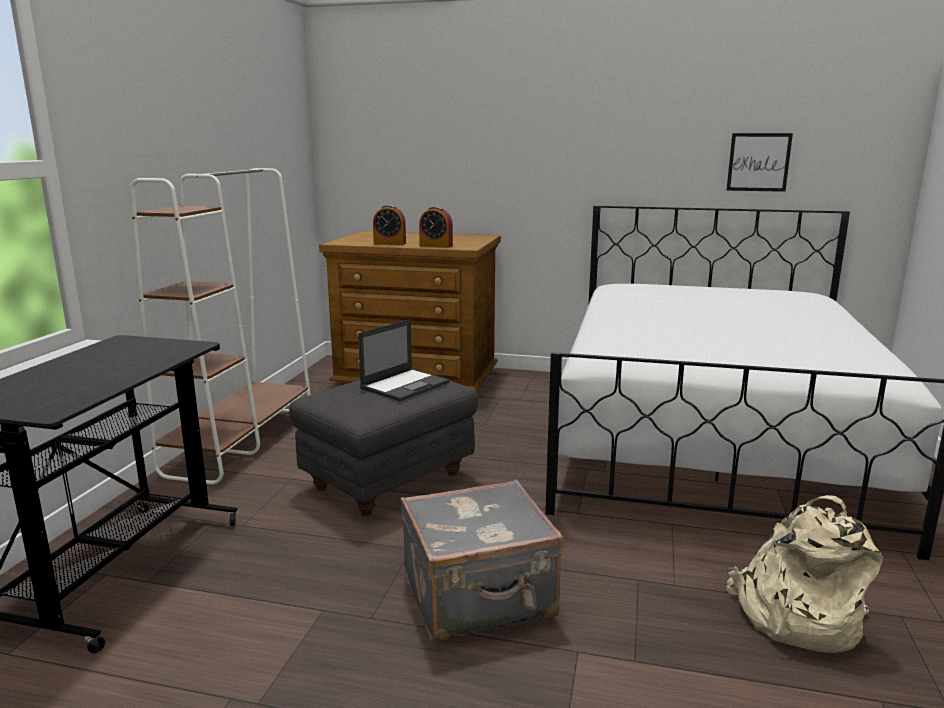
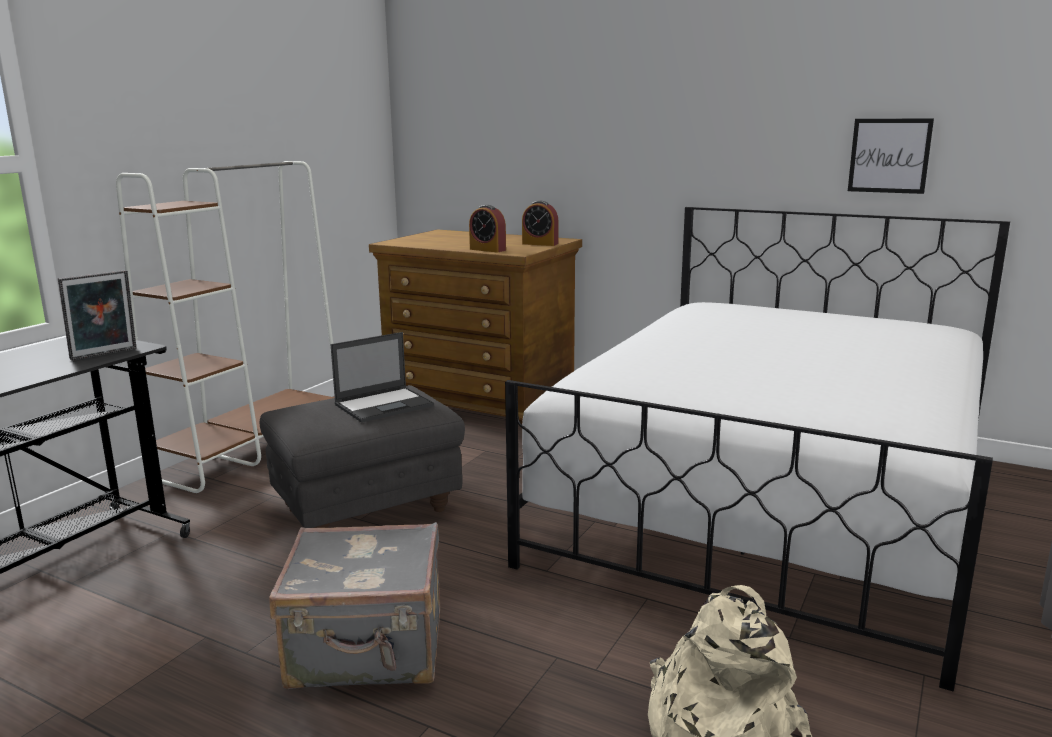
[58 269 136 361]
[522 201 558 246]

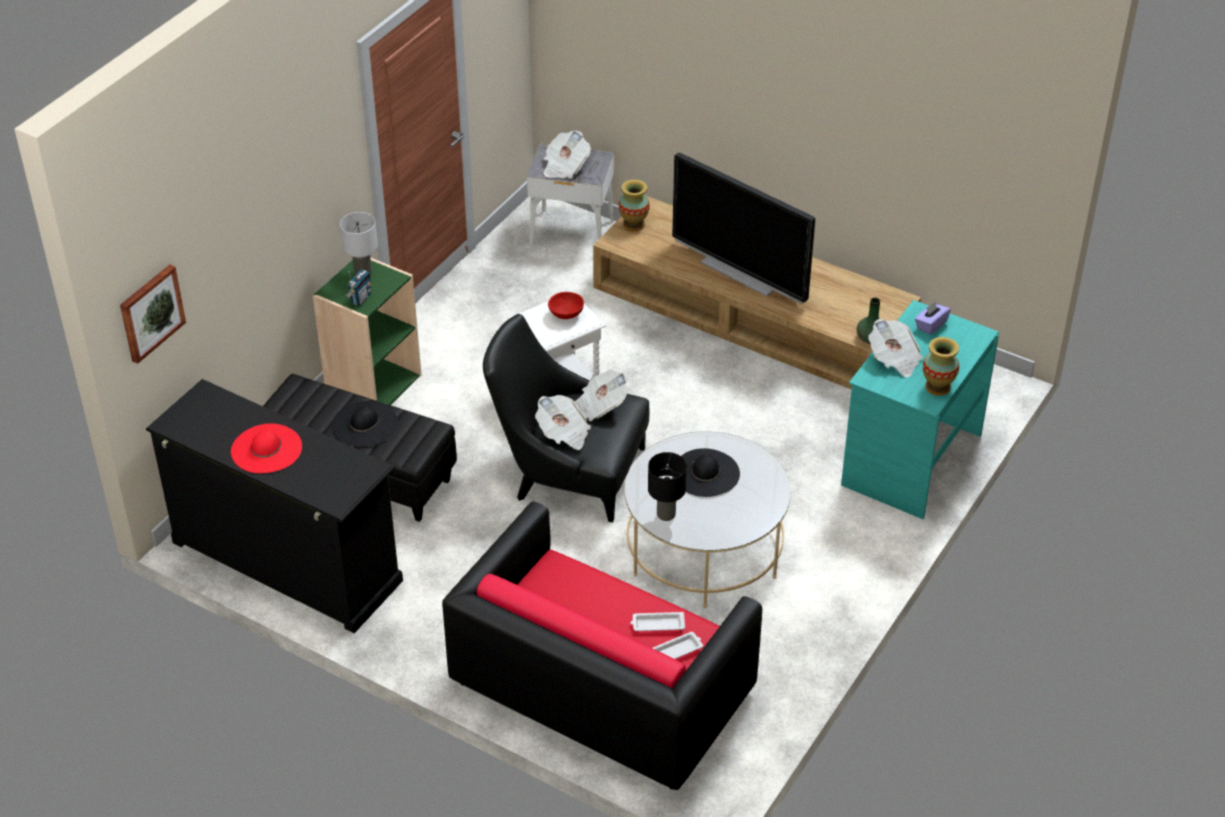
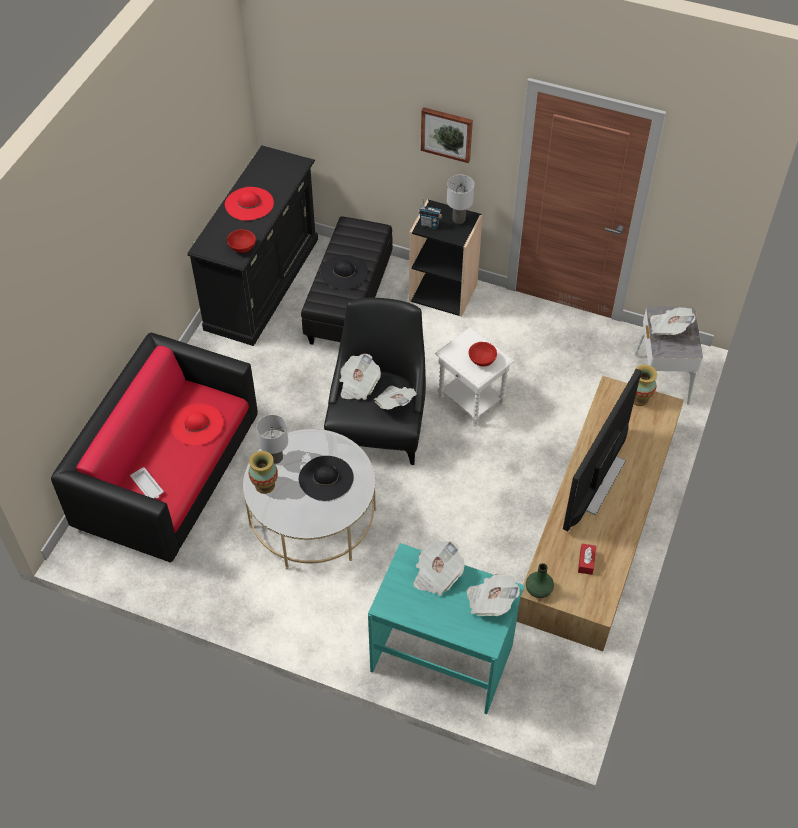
[631 612 685 631] (first image)
[171 403 224 446]
[227 229 256 253]
[578 544 596 575]
[421 107 473 163]
[249 451 278 494]
[467 573 520 616]
[409 199 483 317]
[256 415 288 464]

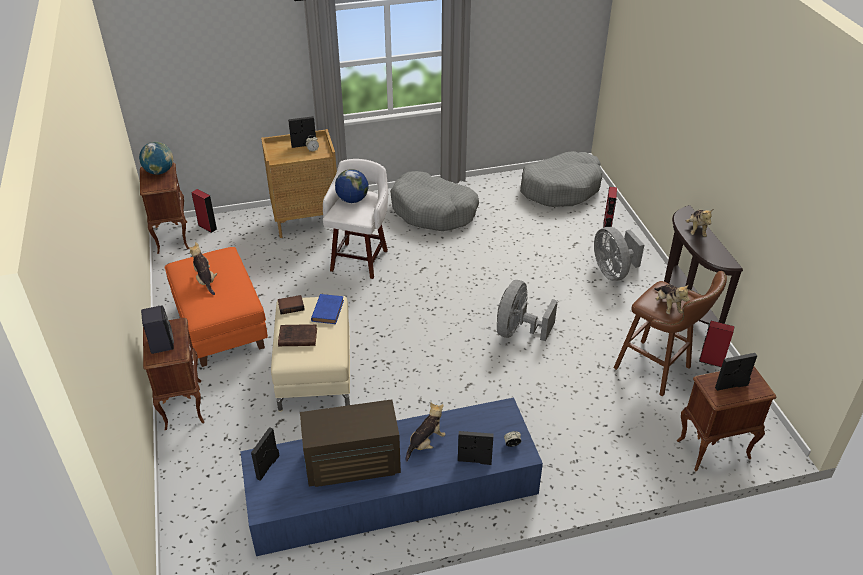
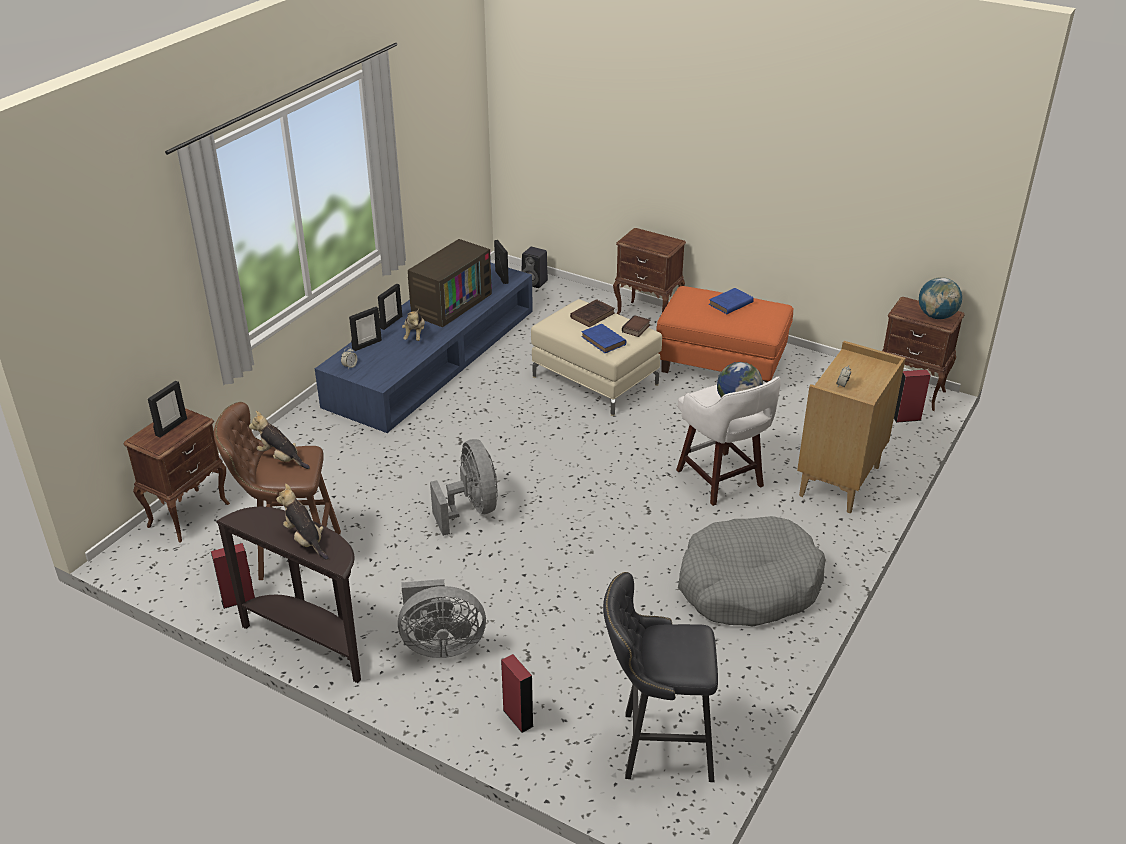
[522 247 548 288]
[378 284 402 330]
[709 288 754 314]
[603 572 718 782]
[398 579 486 658]

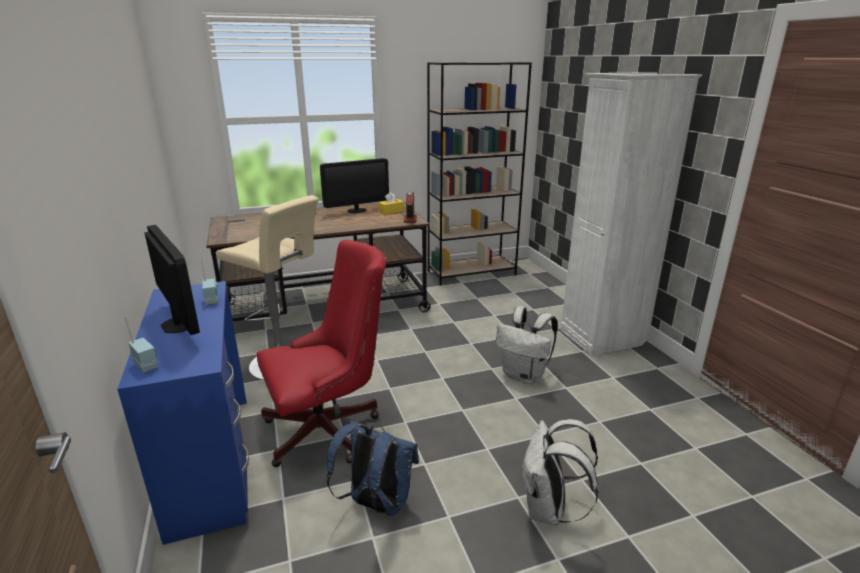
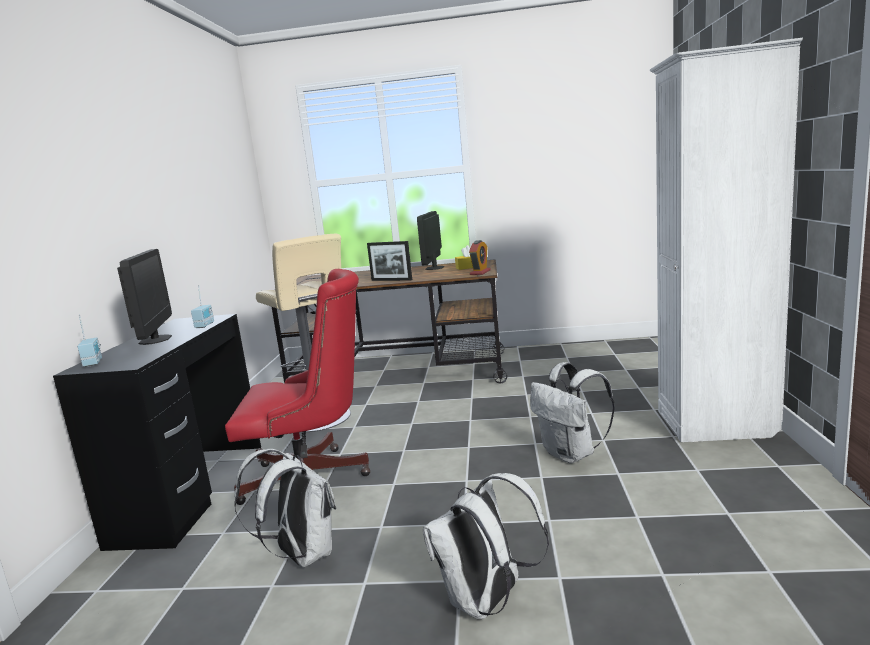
[427 62 532 285] (first image)
[367 241 412 281]
[53 314 261 551]
[234 449 336 567]
[417 211 444 270]

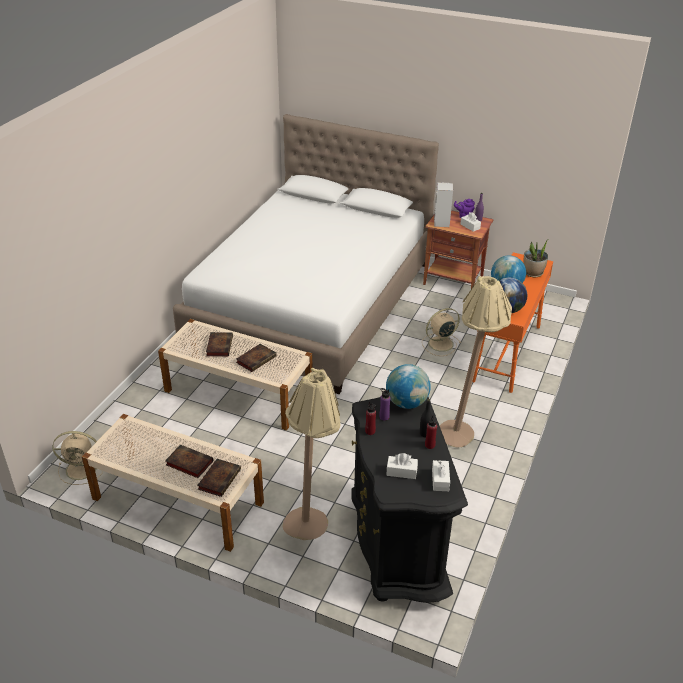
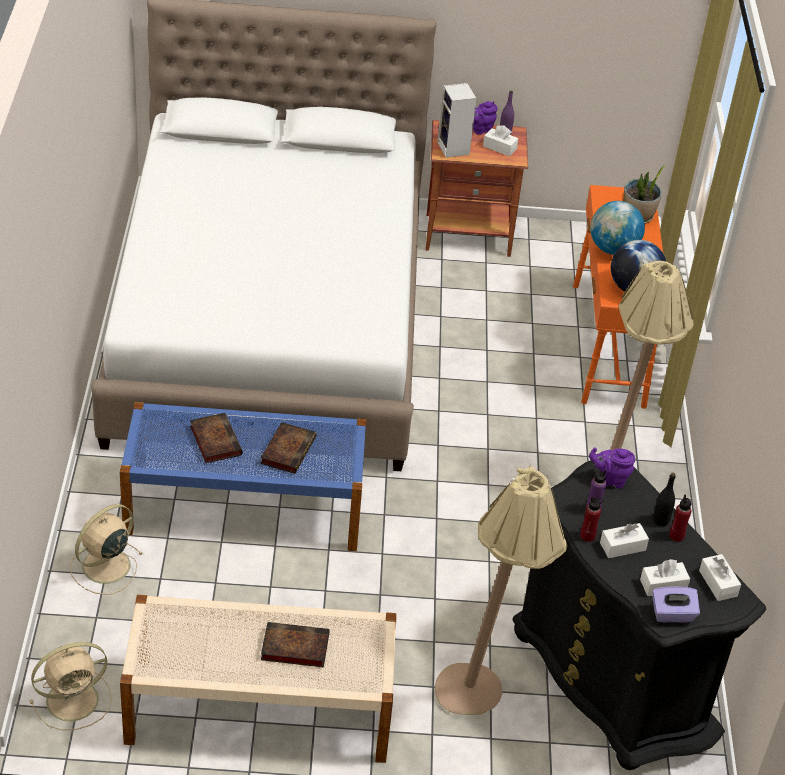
[197 459 241 497] (first image)
[600 523 649 558]
[652 586 700 622]
[70 504 143 595]
[589 447 635 489]
[120 402 367 551]

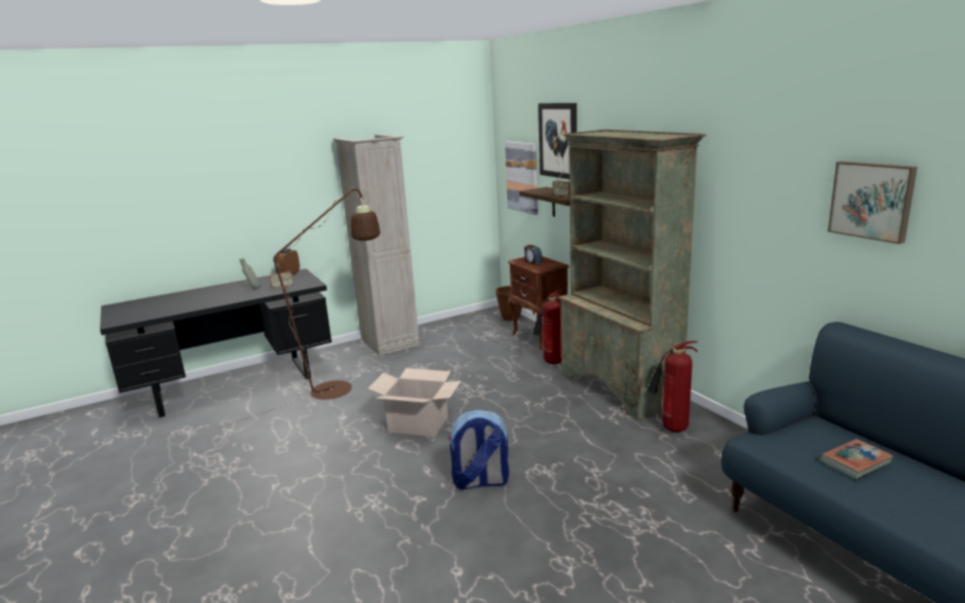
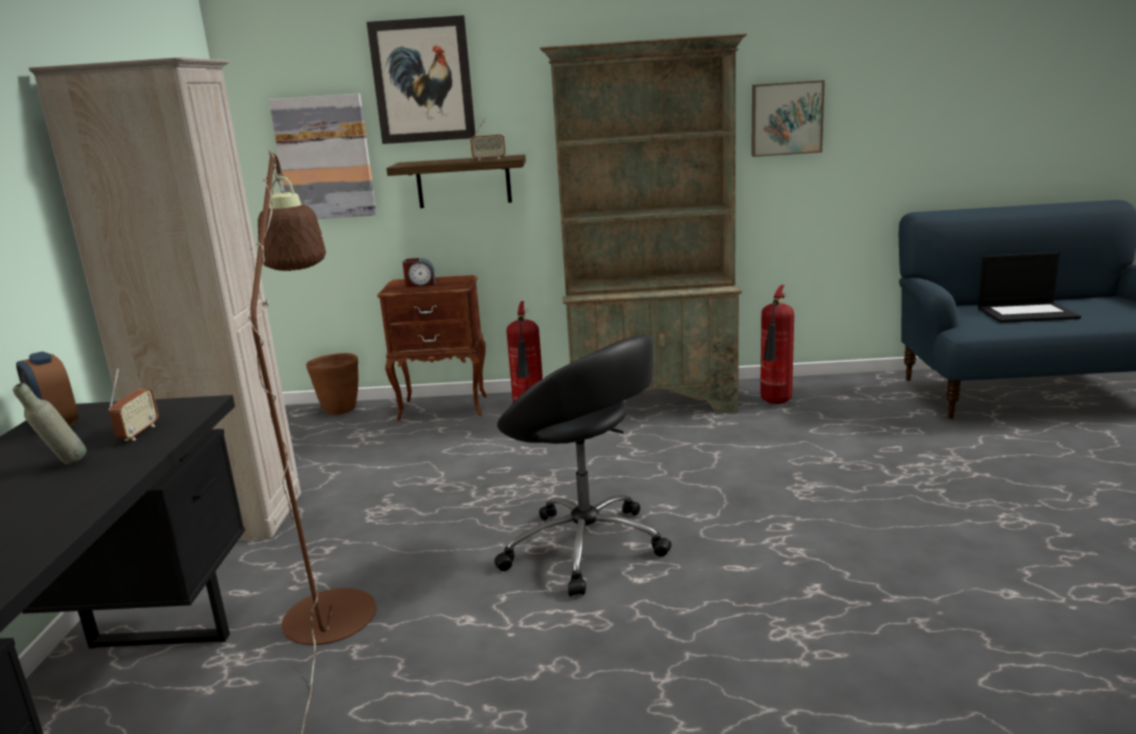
[448 410 509 490] (first image)
[751 80 825 157]
[495 335 672 596]
[978 252 1081 323]

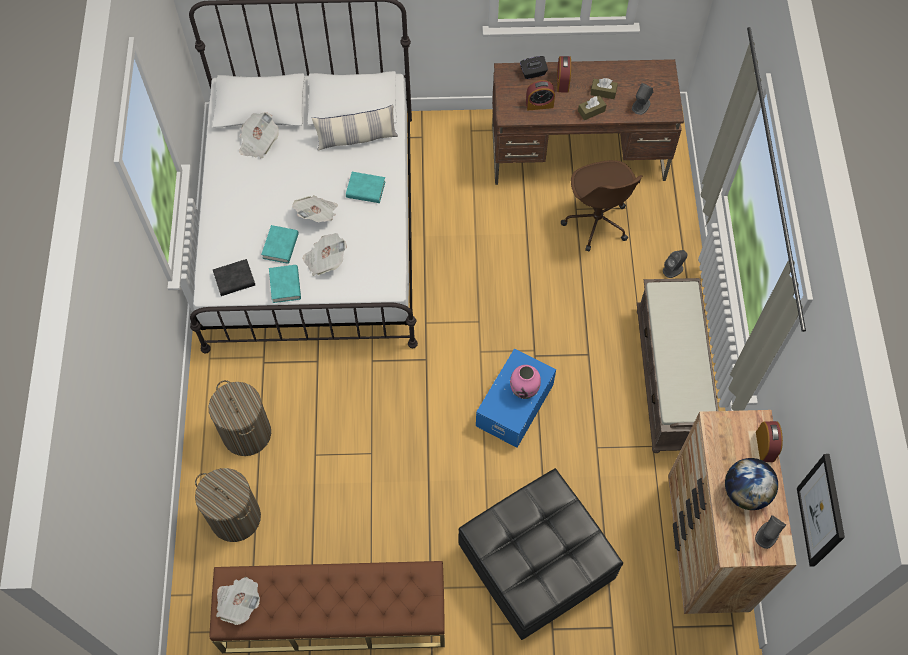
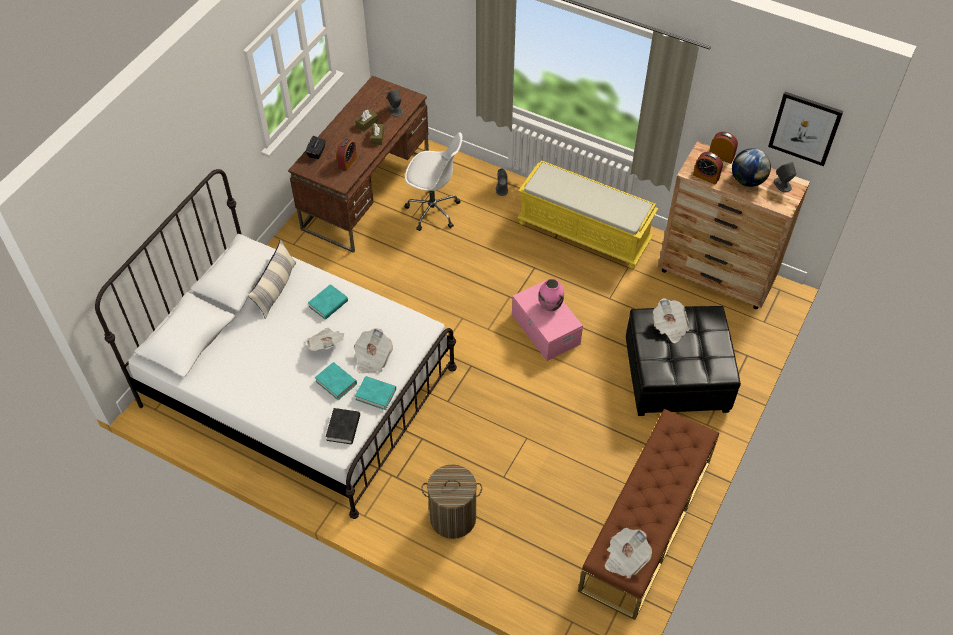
[195 468 261 542] (first image)
[653 298 690 343]
[693 152 723 184]
[512 280 583 361]
[404 132 463 231]
[517 160 658 269]

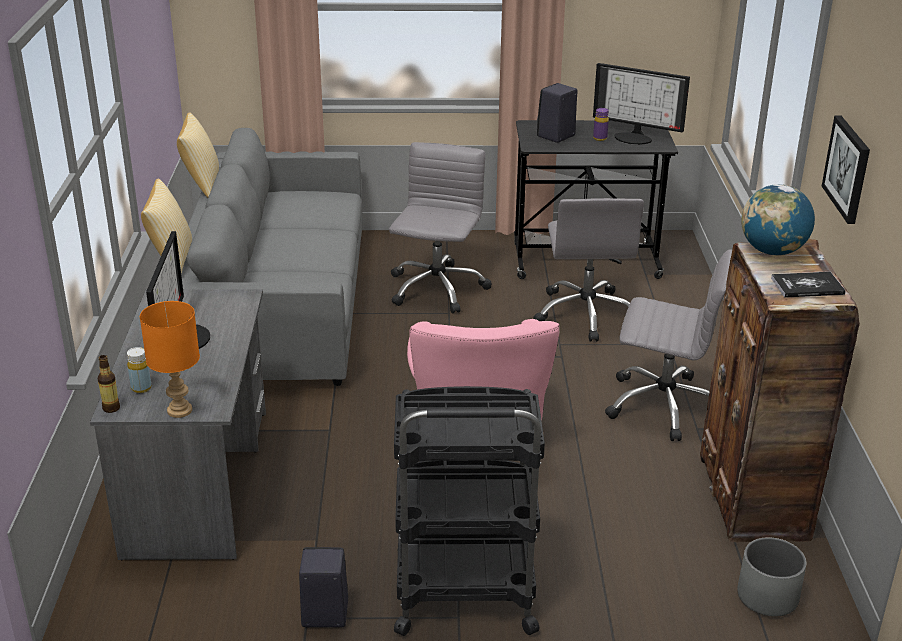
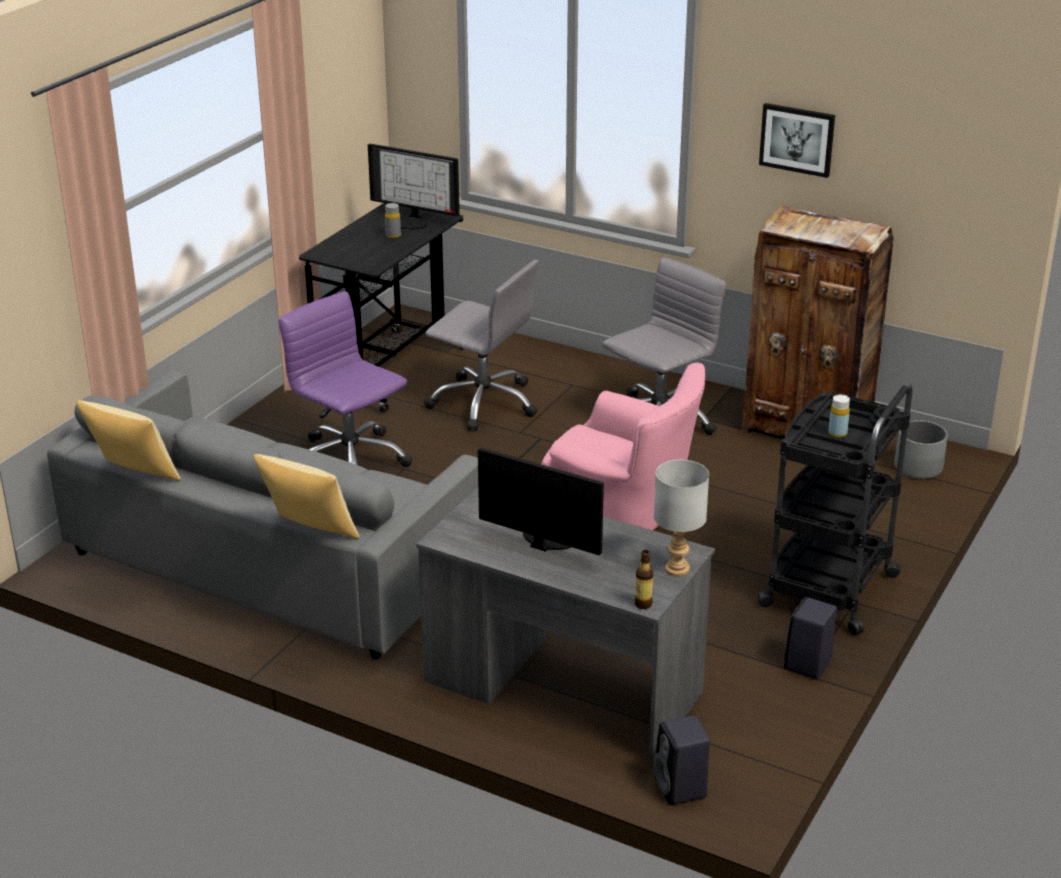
[741 184 815 255] (first image)
[771 272 846 298] (first image)
[828 395 850 438]
[654 715 710 805]
[654 460 709 577]
[279 291 413 467]
[385 203 401 238]
[368 143 460 230]

